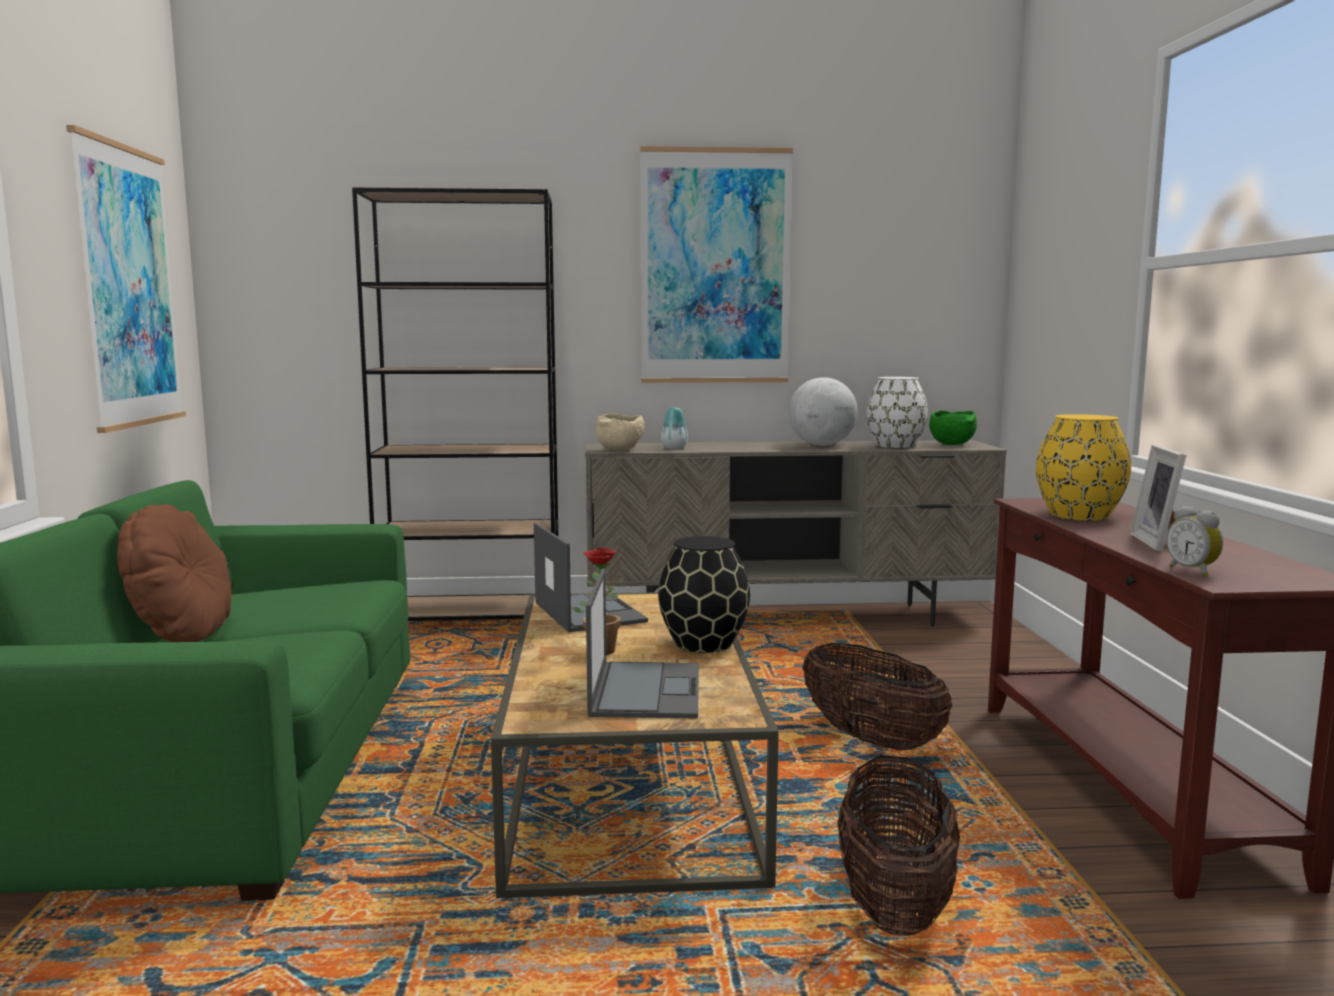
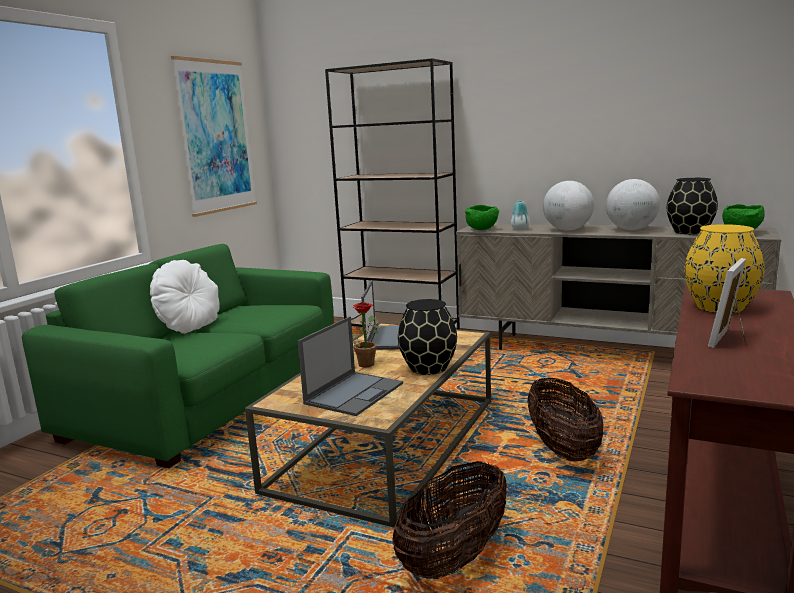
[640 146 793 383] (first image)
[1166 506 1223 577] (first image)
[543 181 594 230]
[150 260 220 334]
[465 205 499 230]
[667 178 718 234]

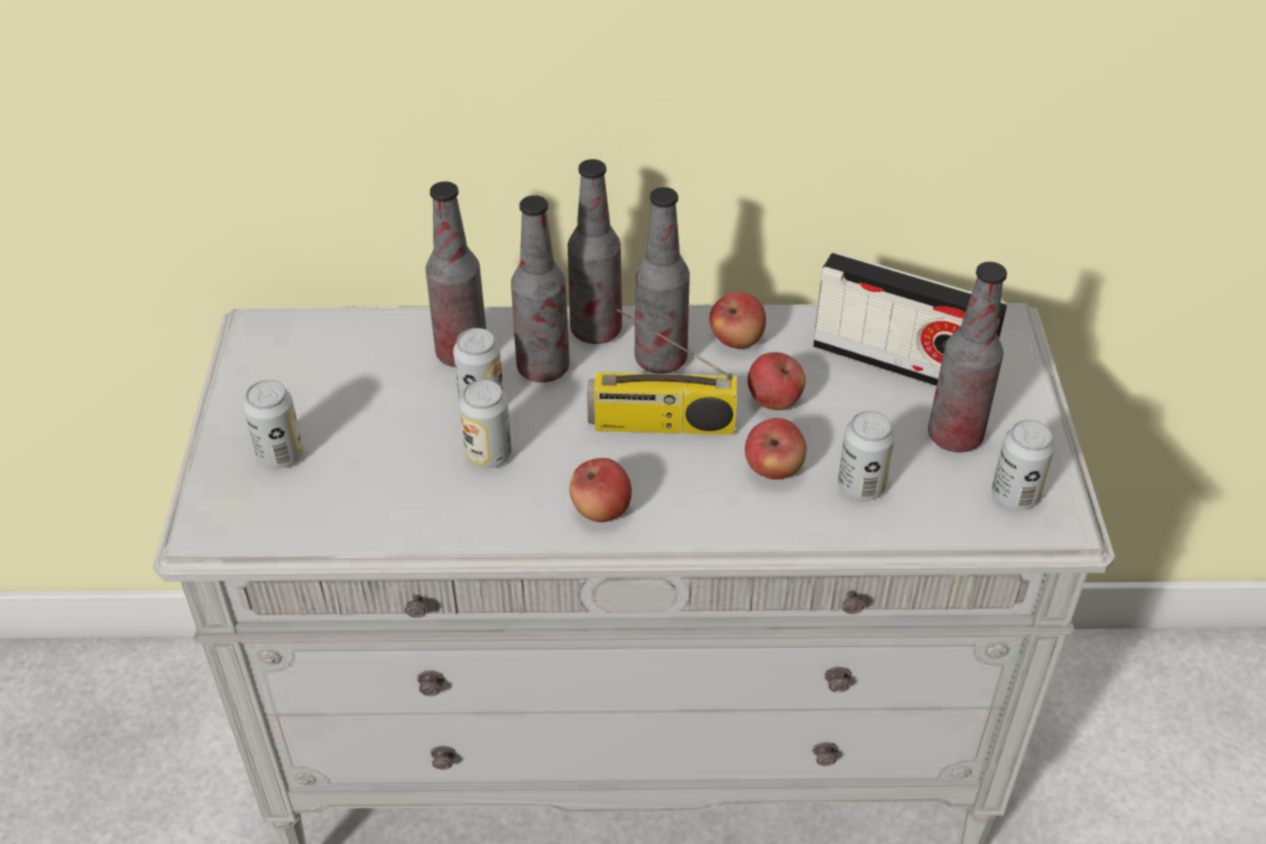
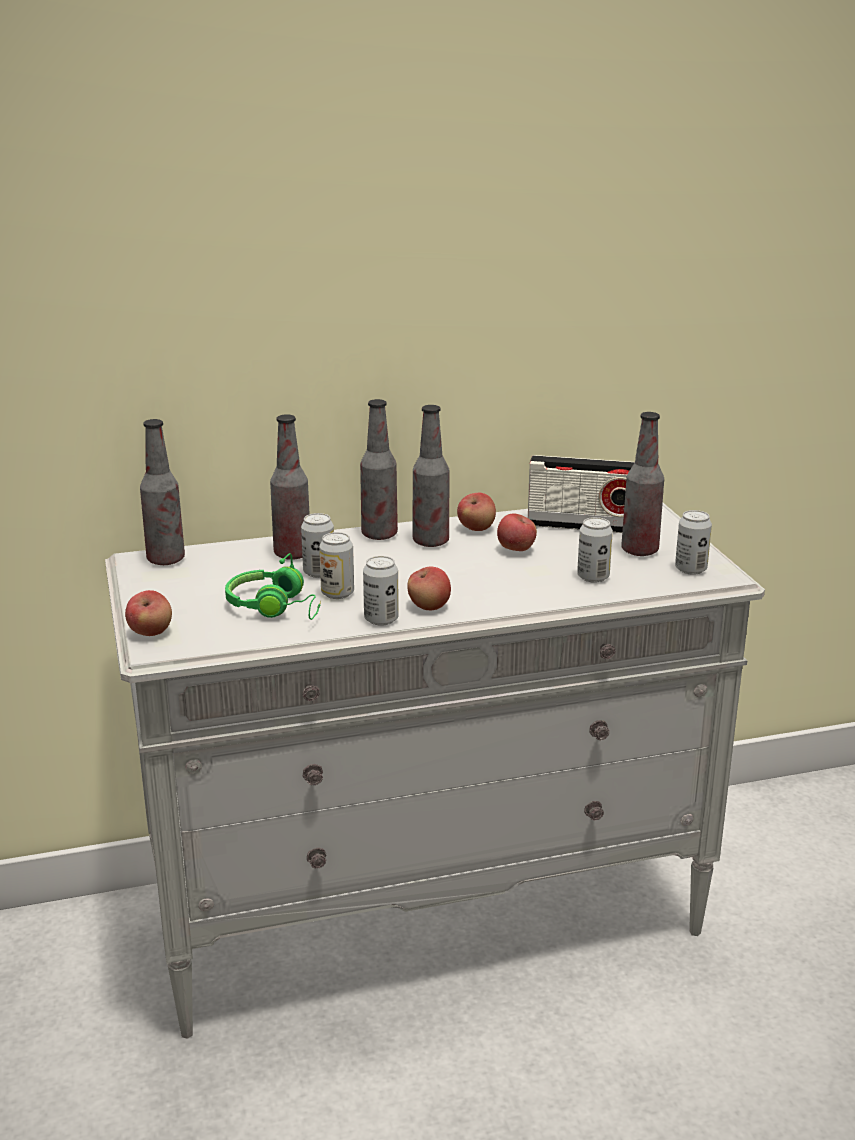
[587 309 737 435] (first image)
[225 553 321 620]
[363 556 399 626]
[140 419 185 565]
[125 590 172 636]

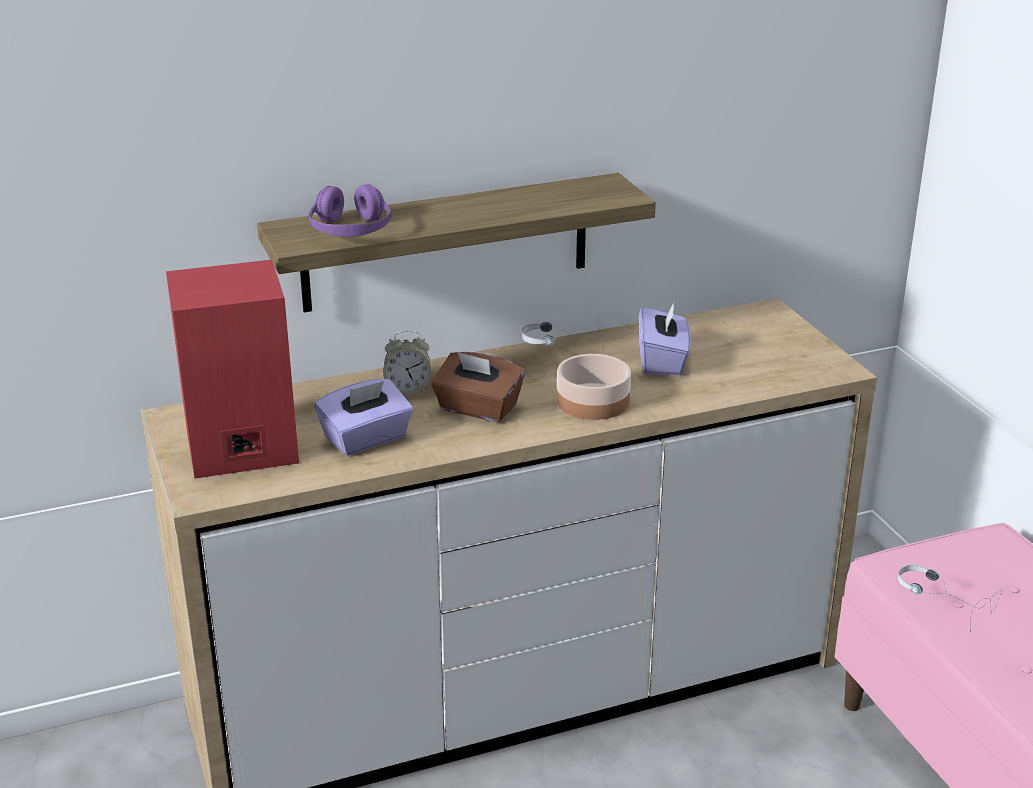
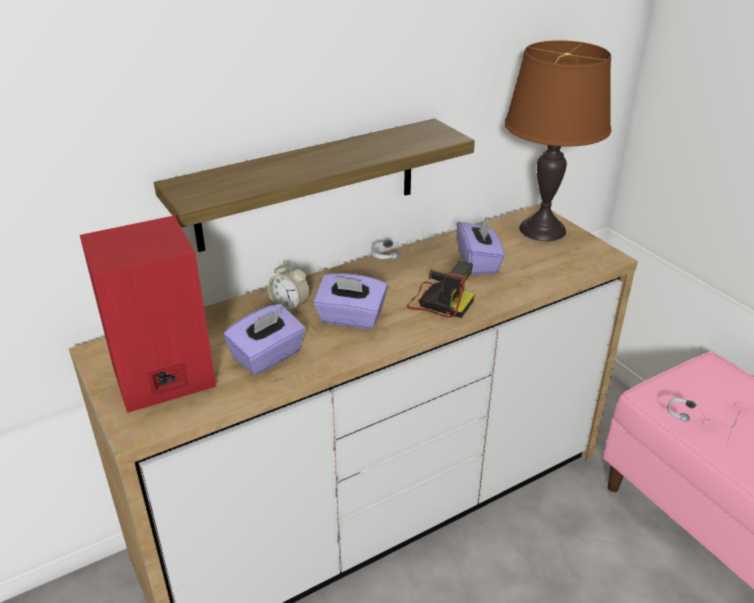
[308 184 392 237] (first image)
[504 40 611 241]
[407 261 475 318]
[314 273 388 329]
[268 260 310 313]

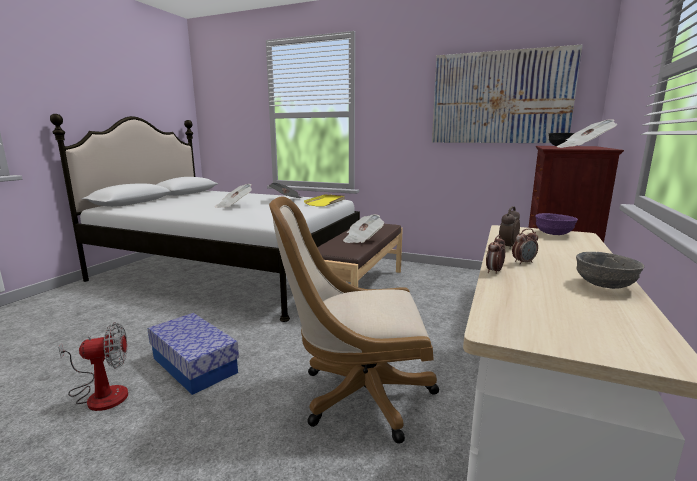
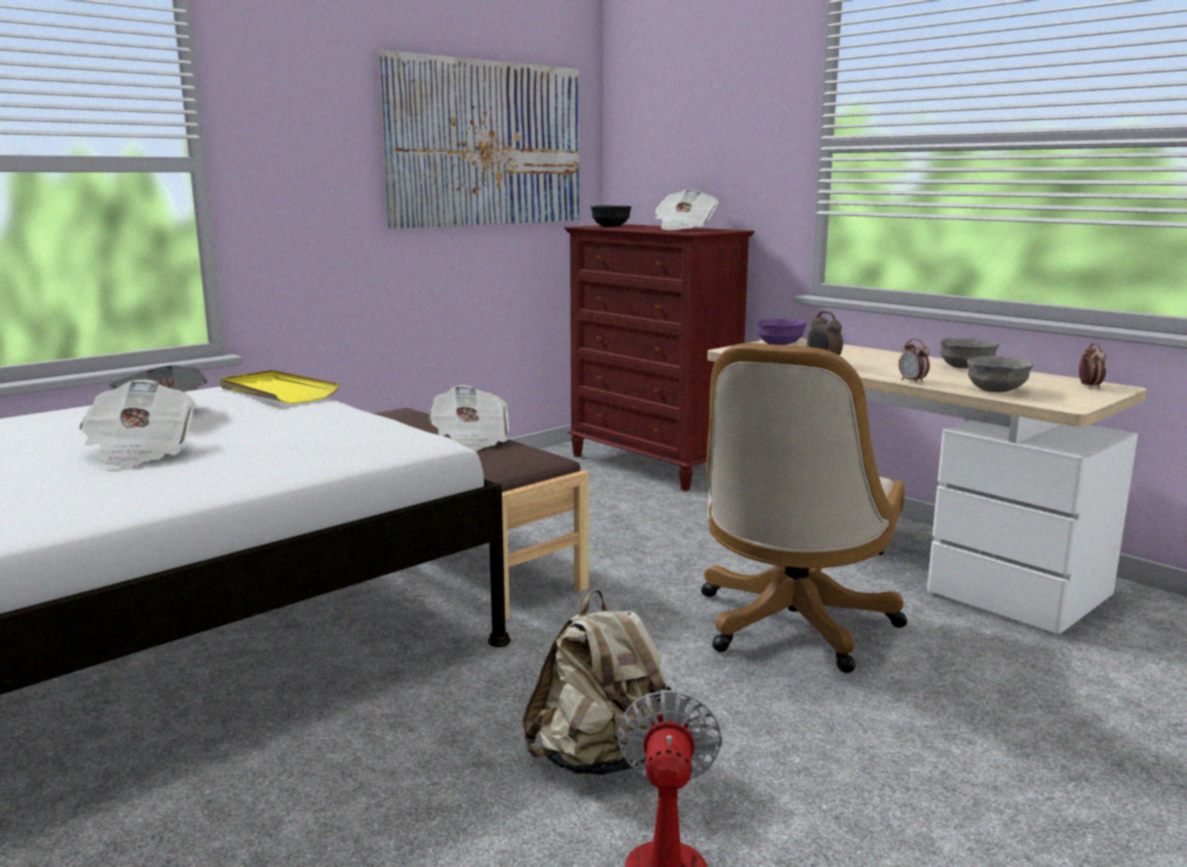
[967 356 1034 392]
[1079 343 1106 389]
[523 589 671 775]

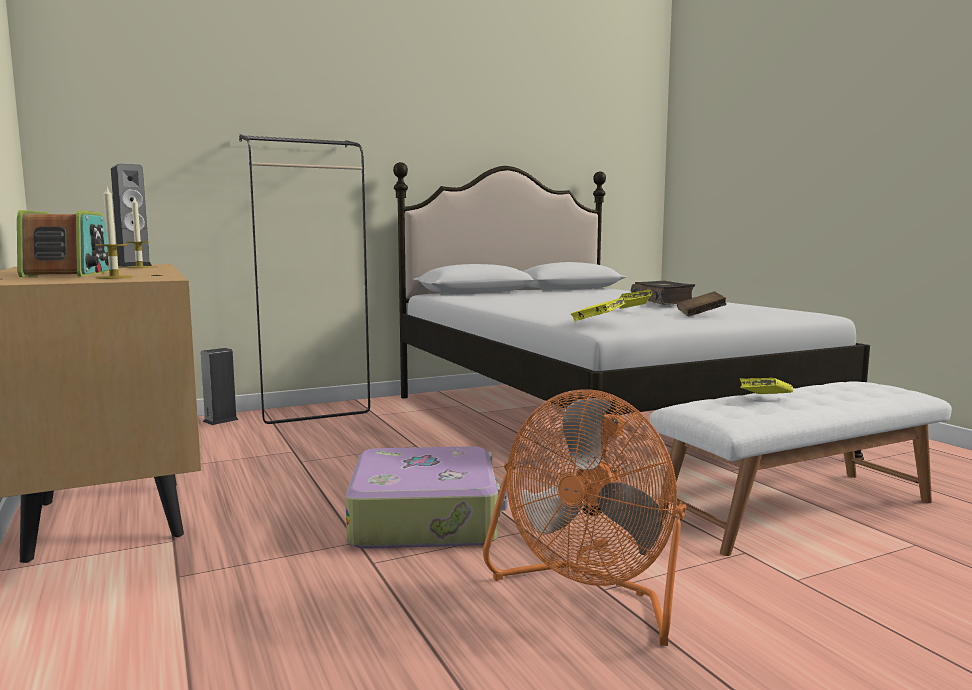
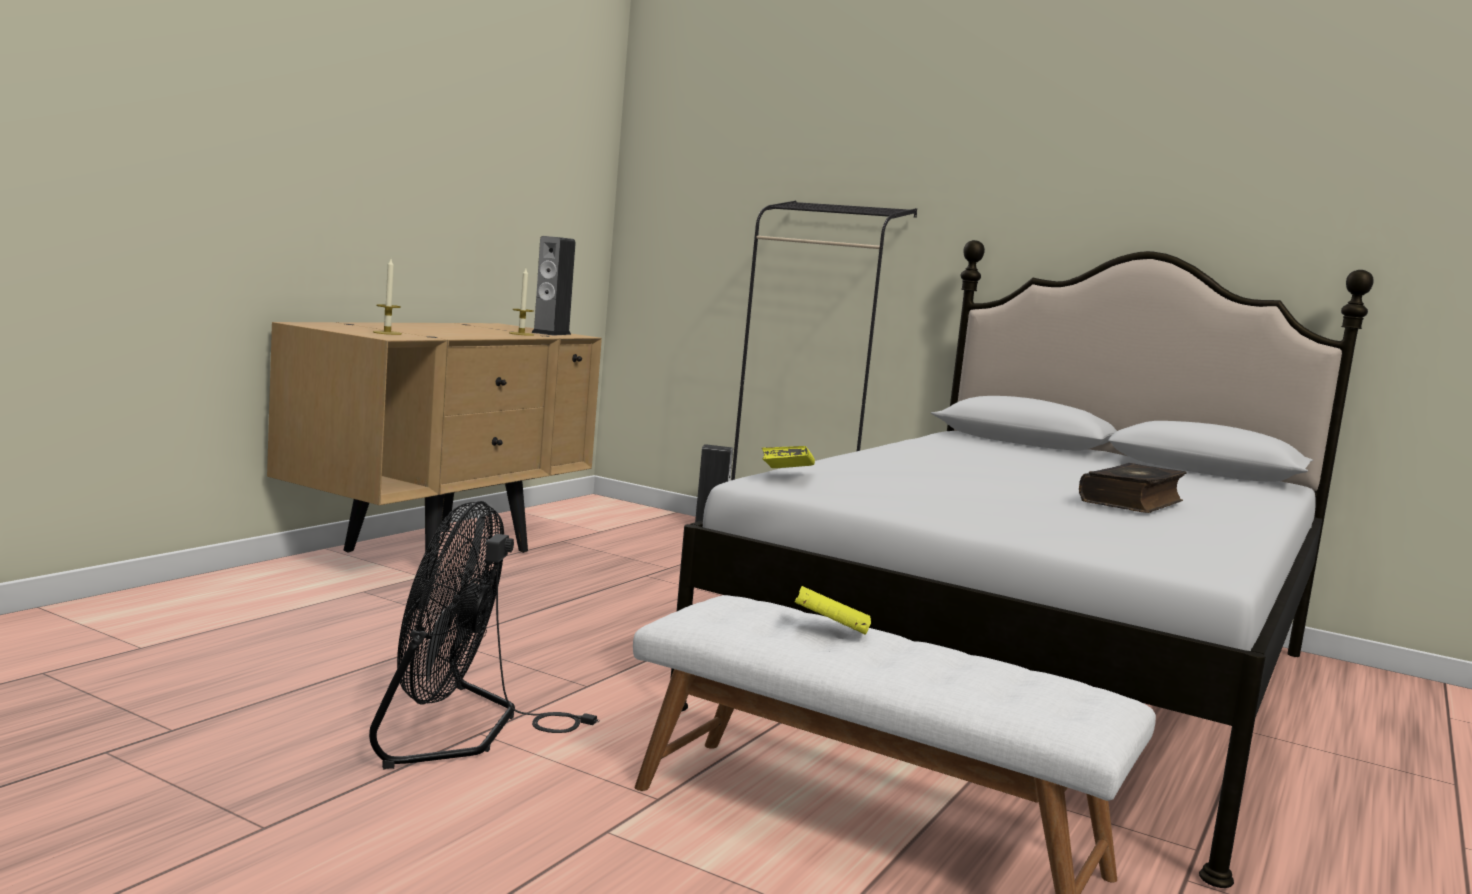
[17 210 109 277] (first image)
[345 446 508 549] (first image)
[619 290 652 309] (first image)
[677 291 727 316] (first image)
[369 501 600 770]

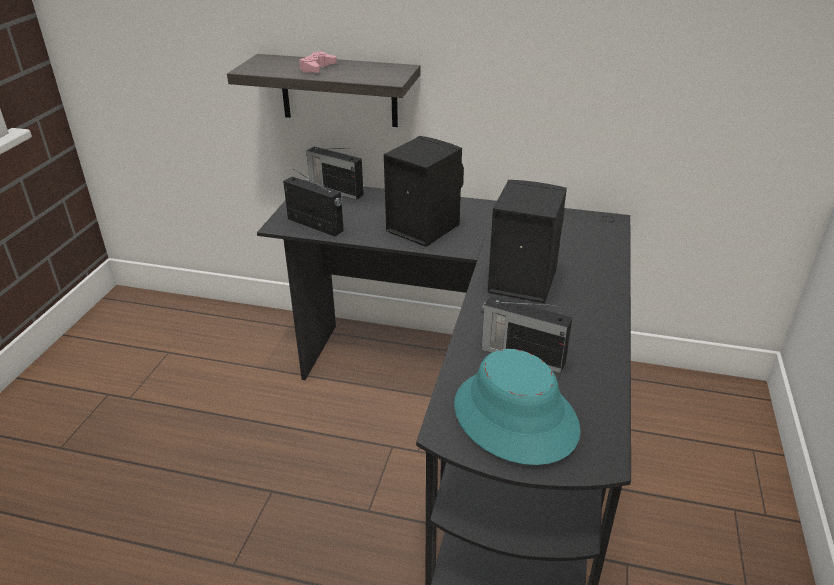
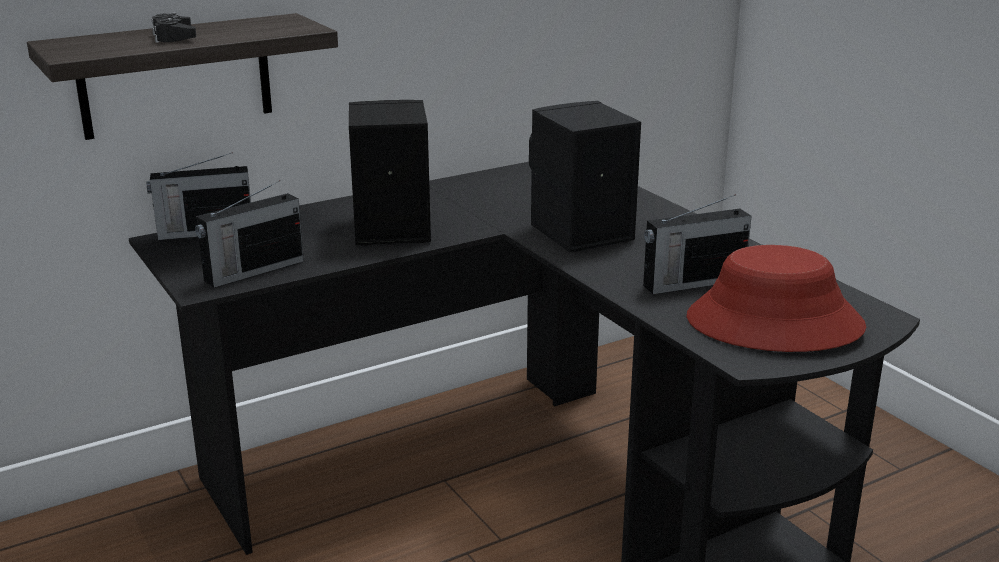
[152 13 197 43]
[687 245 866 352]
[195 180 304 288]

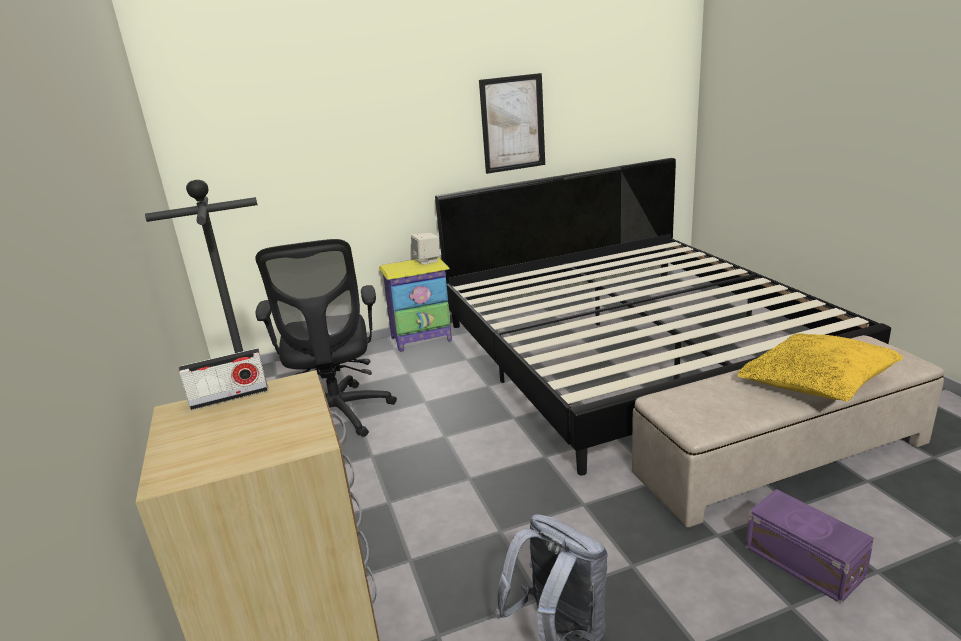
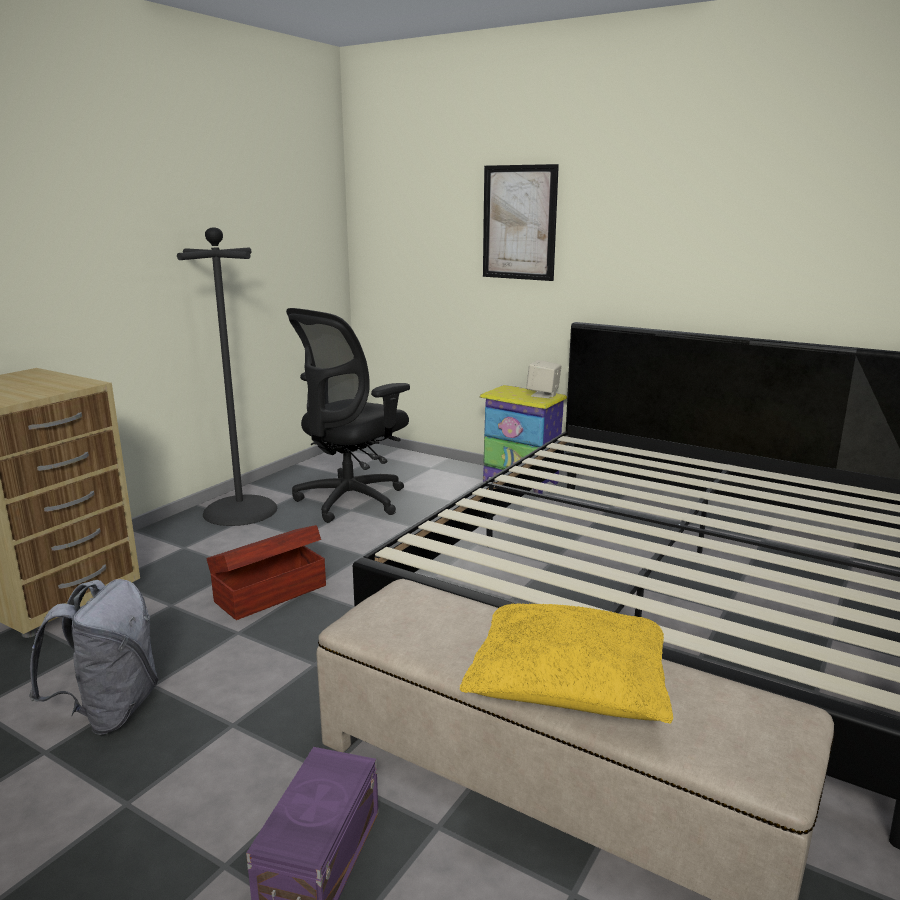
[179 348 268 410] (first image)
[206 525 326 620]
[483 164 559 281]

